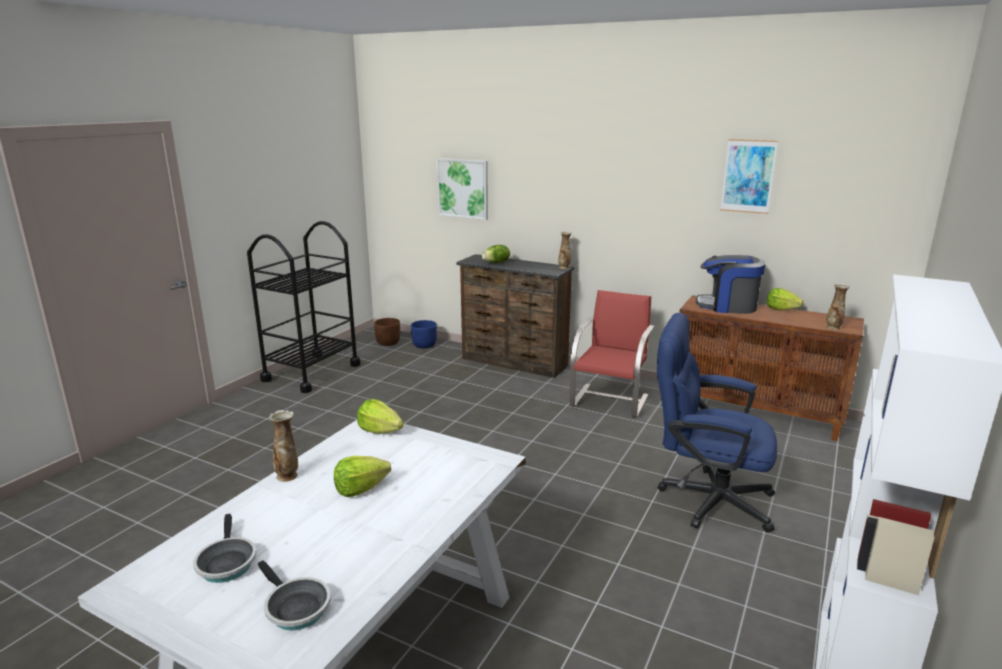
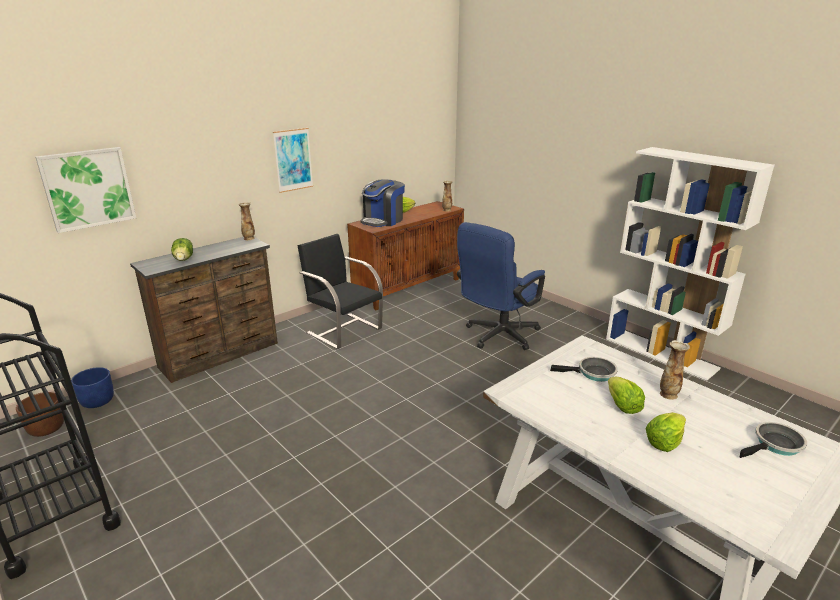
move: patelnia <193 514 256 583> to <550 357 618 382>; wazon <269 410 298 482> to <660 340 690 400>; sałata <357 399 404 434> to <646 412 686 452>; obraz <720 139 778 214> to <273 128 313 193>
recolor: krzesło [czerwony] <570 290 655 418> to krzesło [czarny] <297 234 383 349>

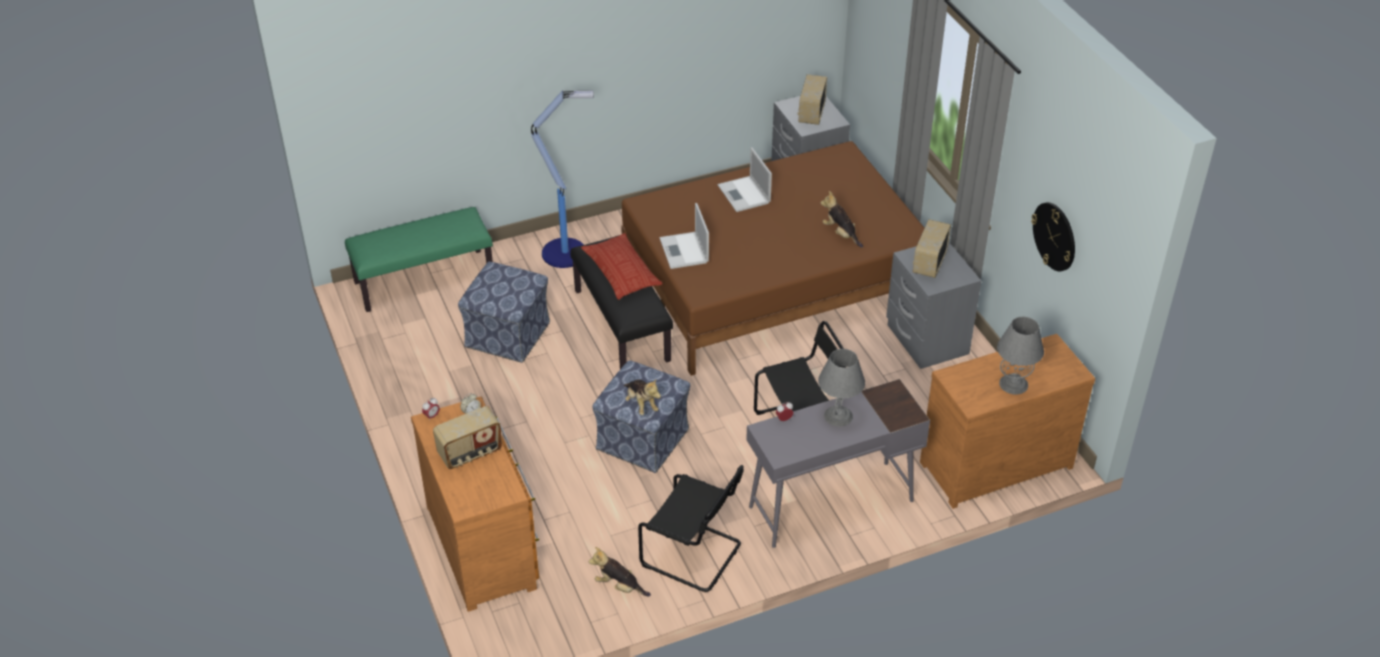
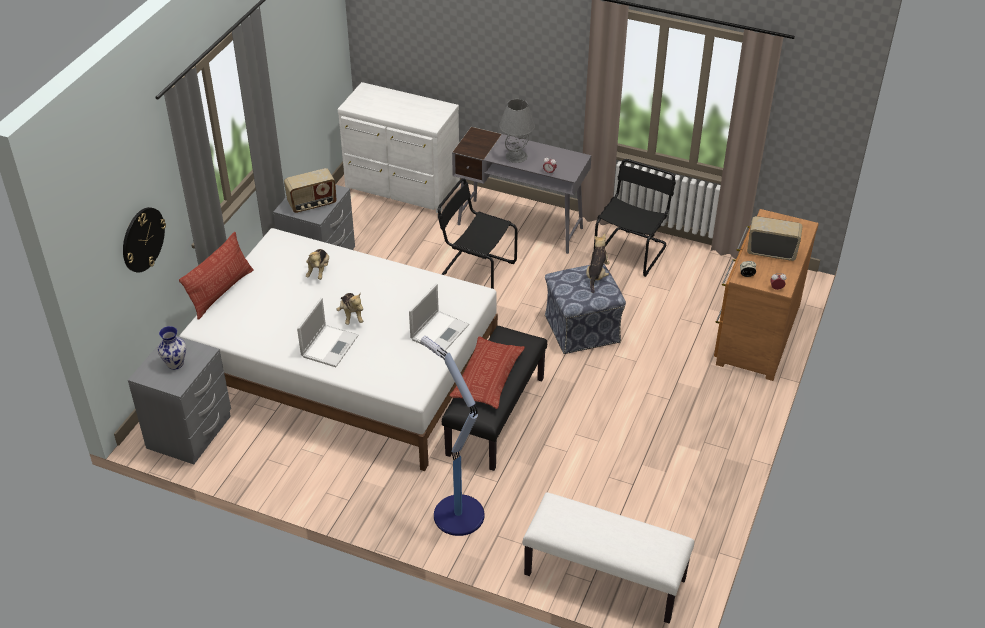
delete: pufa <458 262 550 363>; lampa stołowa [szary] <997 317 1044 395>
insert: poduszka <179 232 254 320>
move: pluszak <589 547 651 596> to <336 292 363 325>; zegar ścienny <1031 202 1075 271> to <123 207 166 273>
replace: radio <797 74 827 125> to wazon <158 326 186 370>
recolor: ławka [zielony] <345 207 493 312> to ławka [biały] <523 493 694 623>; łóżko [brązowy] <621 141 924 376> to łóżko [biały] <179 228 498 471>; komoda [brązowy] <920 334 1095 509> to komoda [biały] <338 82 460 213>
rotate: krzesło [czarny] <638 465 744 592> = <594 159 676 277> 45 degrees clockwise

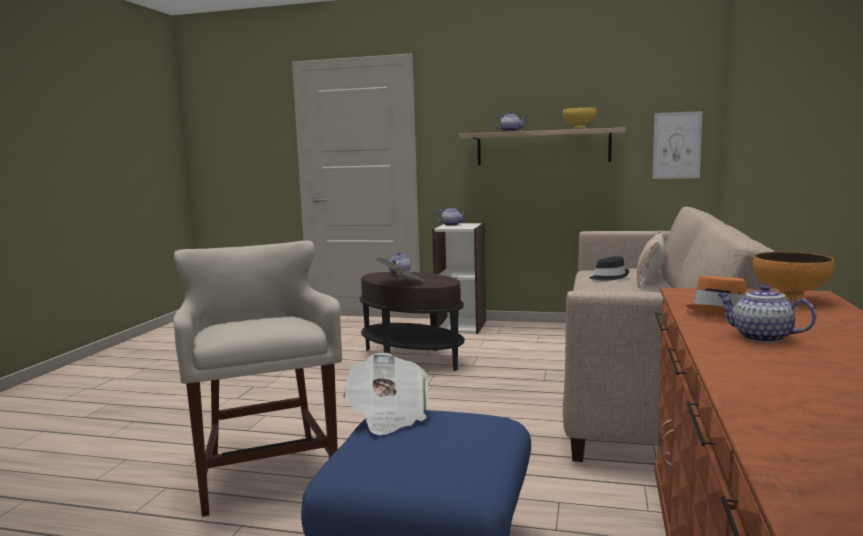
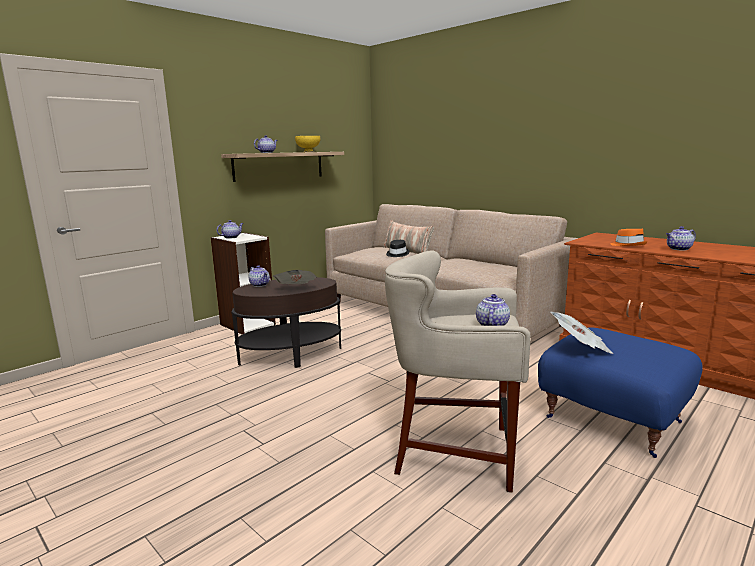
delete: obraz <653 111 702 179>; miska [pomarańczowy] <753 252 834 303>
insert: imbryk <476 294 510 326>

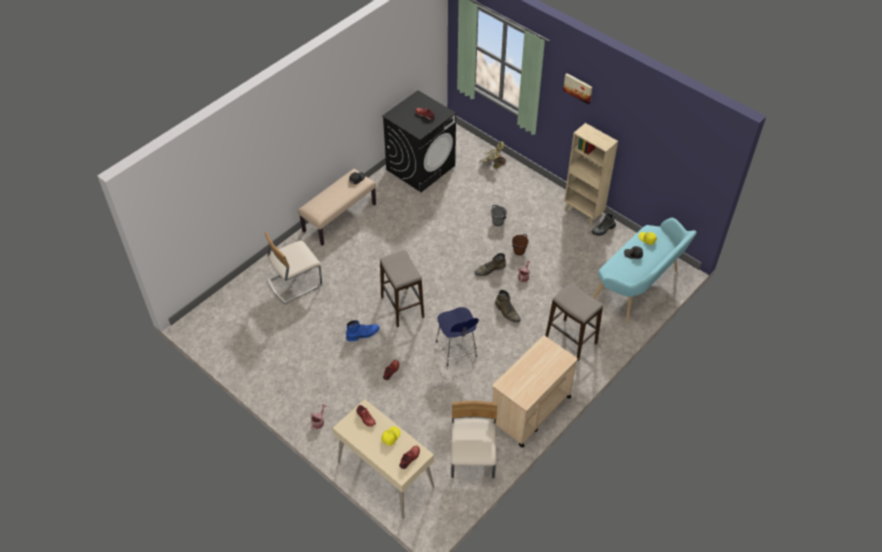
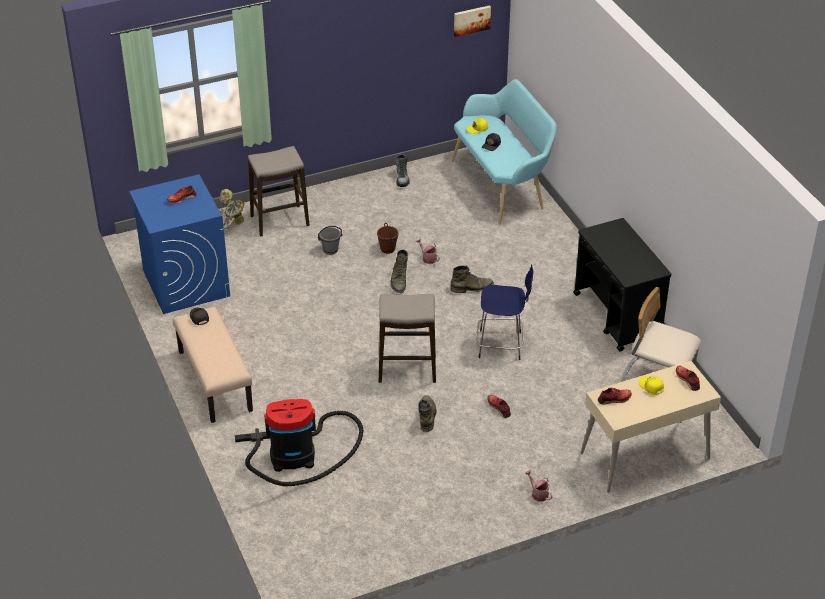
delete: regał [beżowy] <564 123 618 225>
move: stołek <545 282 603 361> to <248 146 310 237>; obraz <563 73 592 104> to <454 6 491 37>
replace: krzesło [beżowy] <264 232 322 304> to odkurzacz <235 399 363 486>
recolor: but z cholewką [niebieski] <346 320 380 341> to but z cholewką [zielony] <418 395 437 432>; pralka [czarny] <382 90 456 192> to pralka [niebieski] <129 174 230 314>; wózek [beżowy] <491 335 578 447> to wózek [czarny] <573 218 671 351>

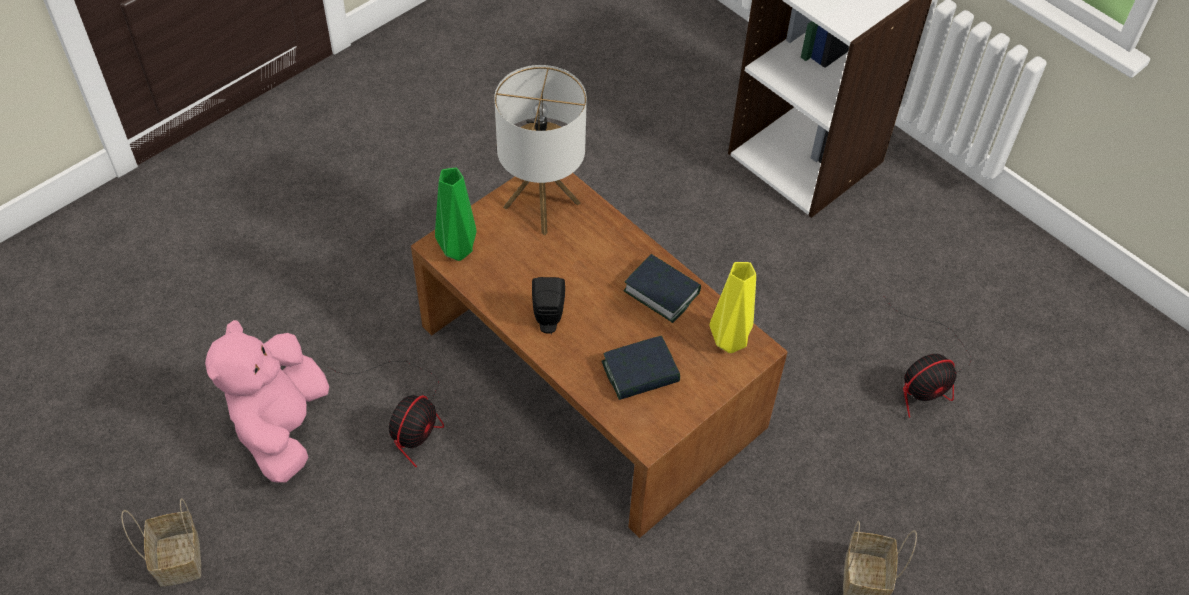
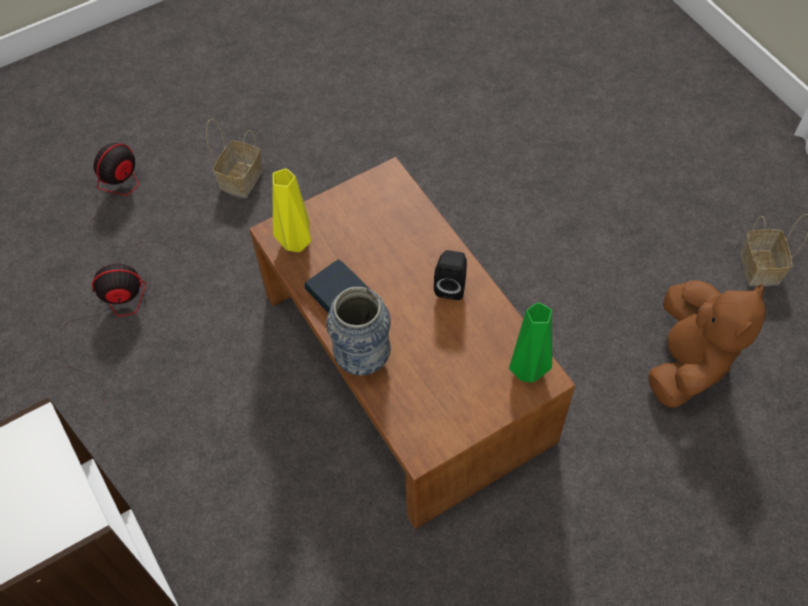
delete: lampa stołowa <494 65 587 235>; książka <601 336 680 400>
insert: wazon <326 287 391 375>
move: wentylator <327 361 444 467> to <89 143 174 250>
recolor: pluszak [różowy] <205 320 329 483> to pluszak [brązowy] <648 280 766 407>

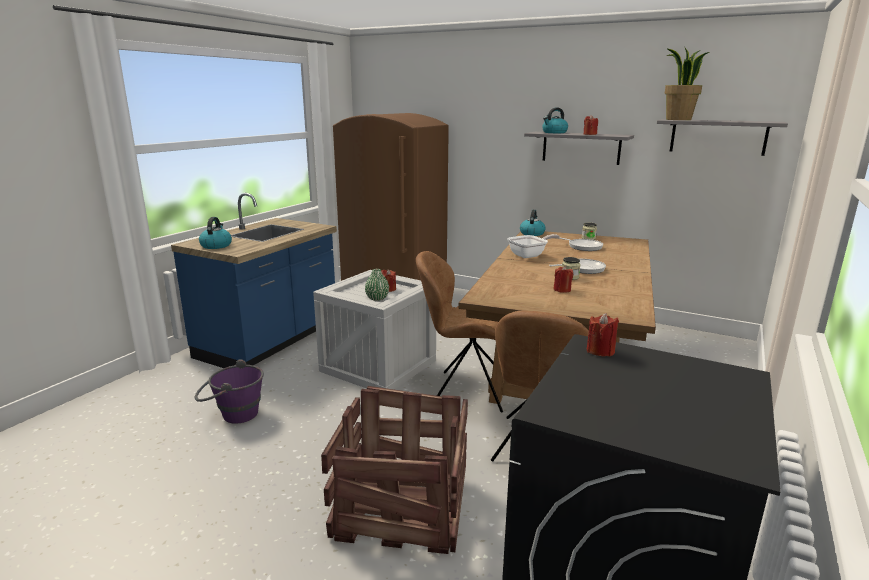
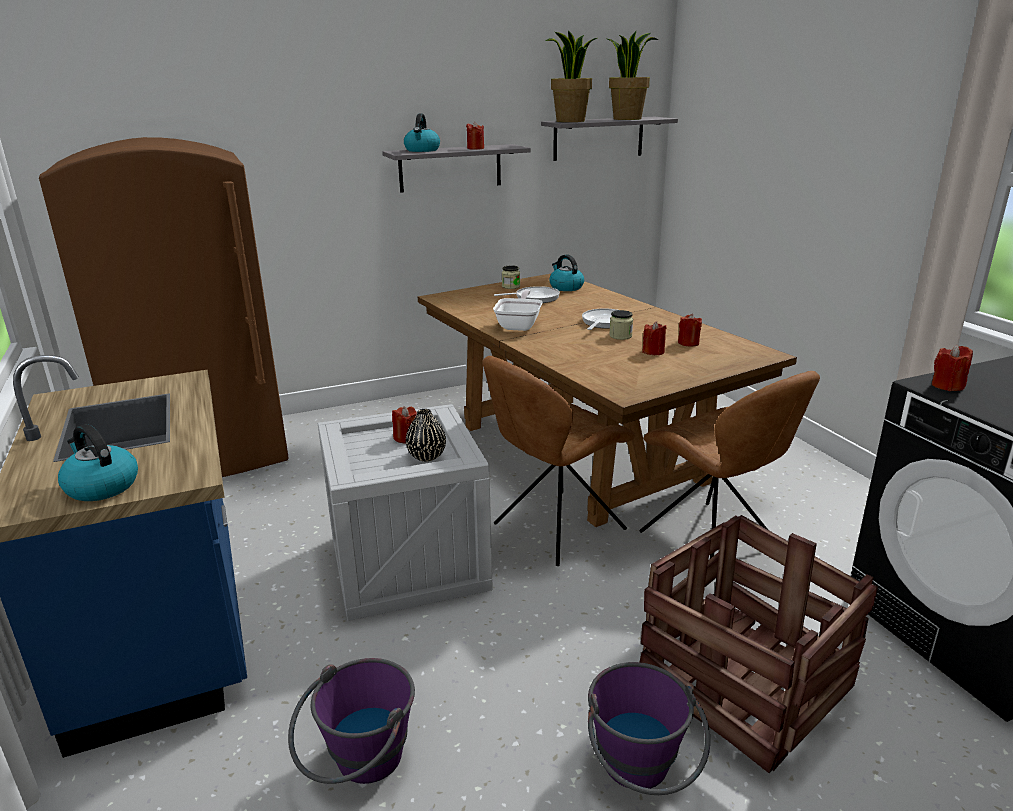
insert: wiadro [fioletowy] <588 662 710 795>; roślina doniczkowa <608 31 658 120>; świeca [czerwony] <678 314 702 347>
move: czajnik <520 210 546 236> to <550 254 584 291>
recolor: wazon [zielony] <365 269 389 301> to wazon [czarny] <406 409 446 461>

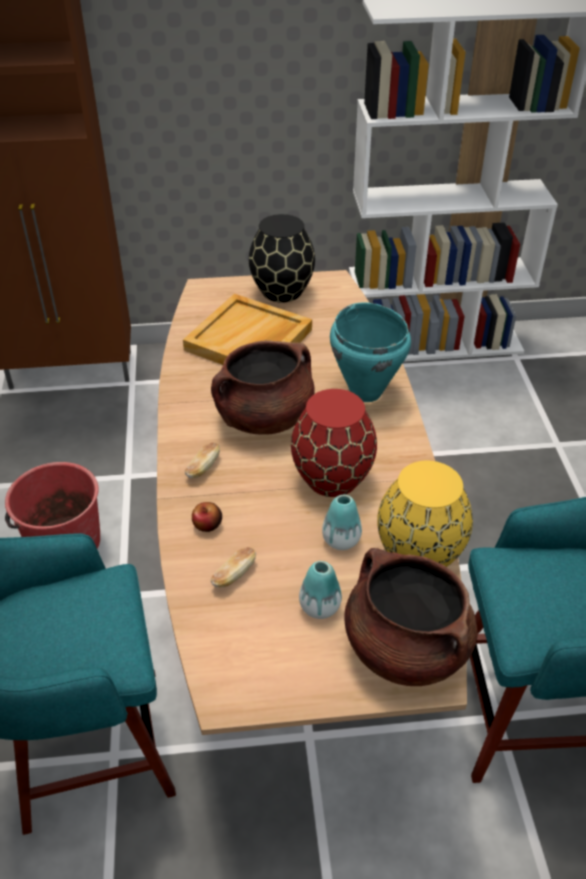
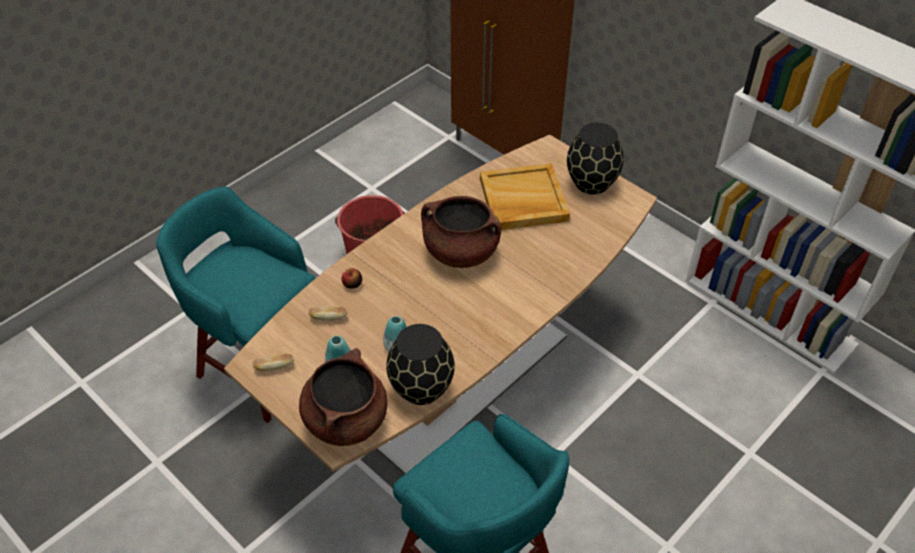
delete: wazon [czerwony] <291 389 377 497>; garnek [turkusowy] <330 302 411 402>
move: chleb <185 443 220 478> to <252 353 294 371>
recolor: wazon [żółty] <377 461 473 567> to wazon [czarny] <386 324 455 405>

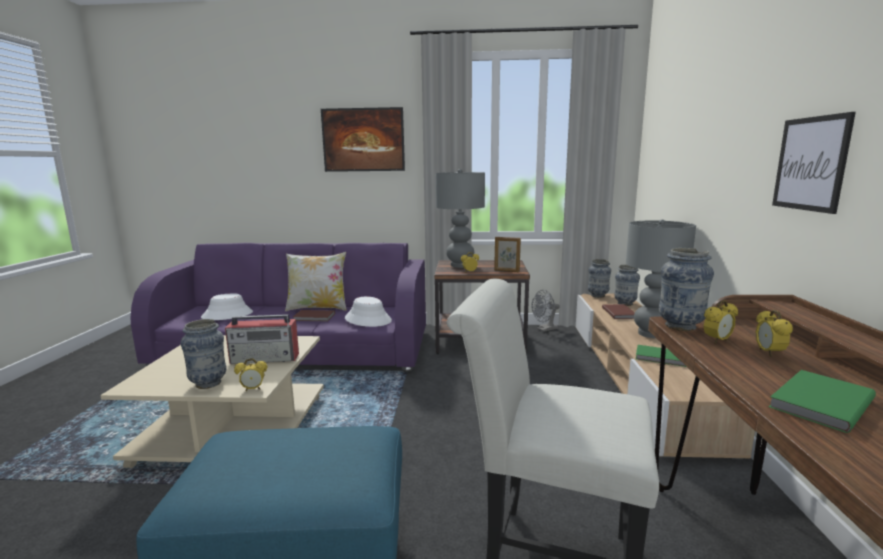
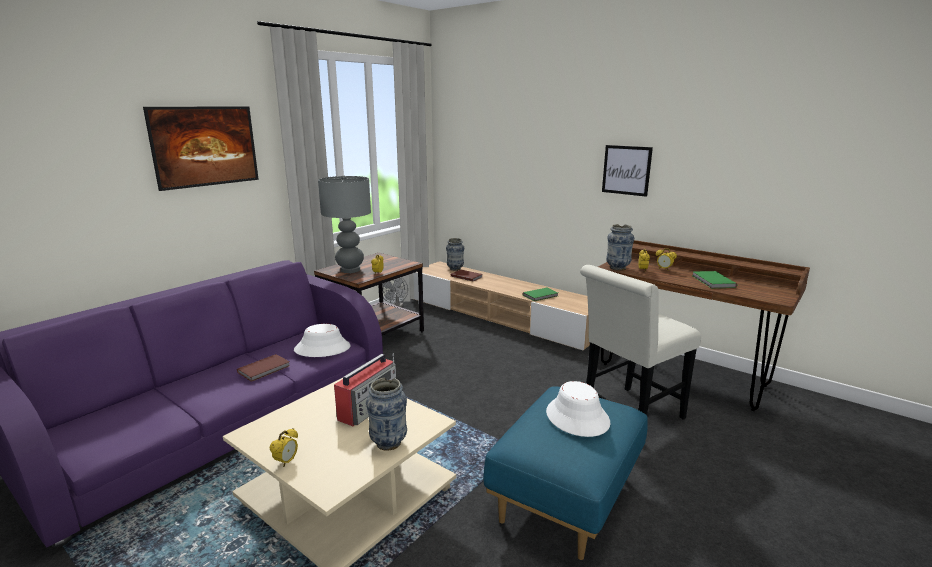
delete: poduszka <285 252 346 311>; ramka na zdjęcie <494 237 521 272>; wazon <588 259 611 298>; lampa stołowa [szary] <626 219 696 338>
move: kapelusz [biały] <201 293 253 320> to <546 381 610 437>; budzik <234 358 268 391> to <270 428 298 467>

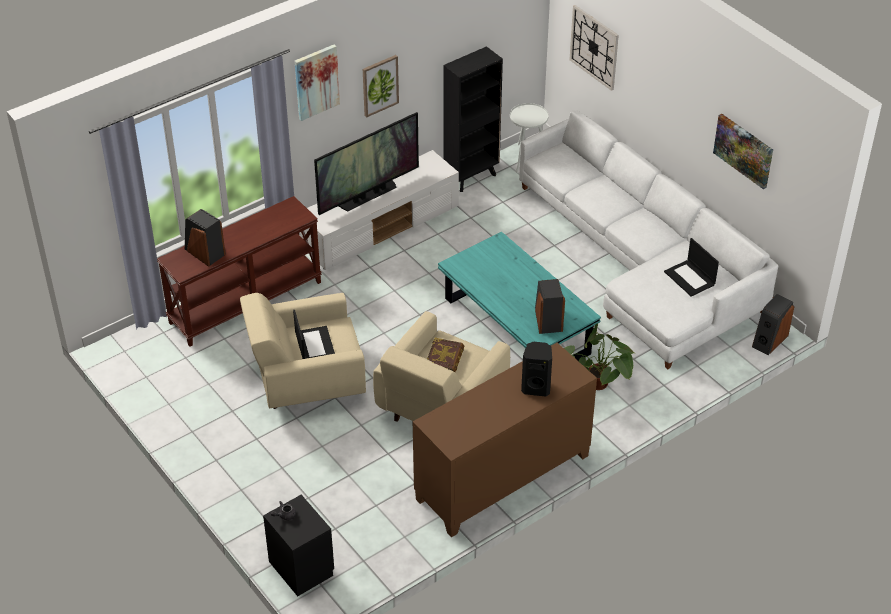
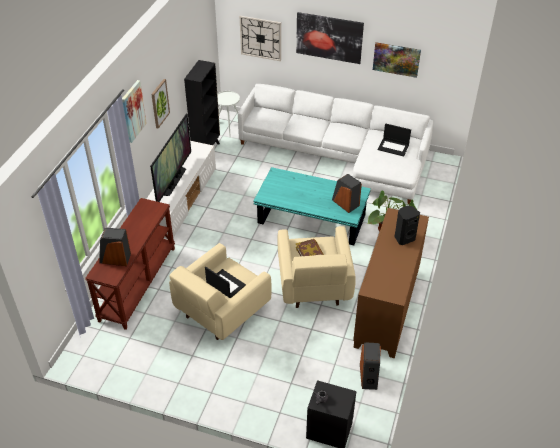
insert: obraz <296 12 364 64>
move: głośnik <752 294 794 355> to <360 342 381 390>

